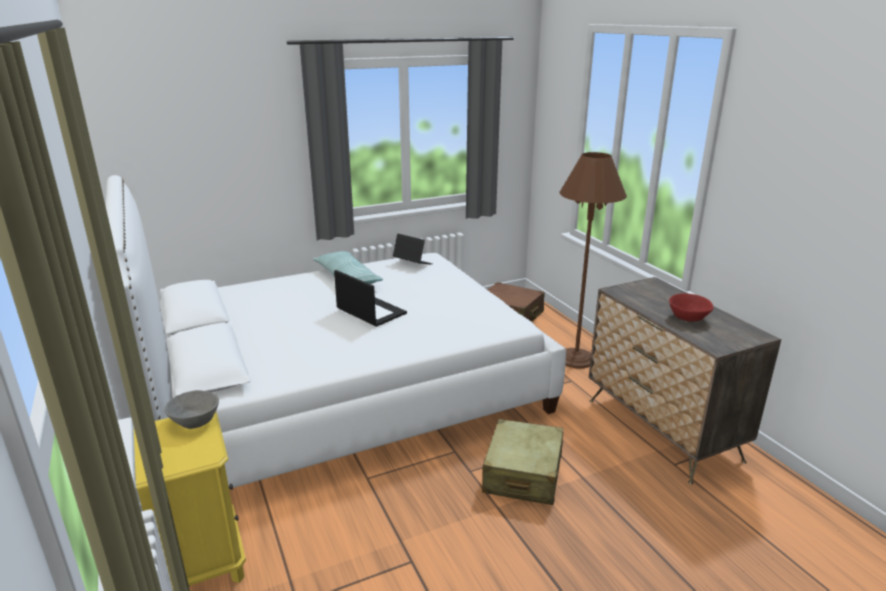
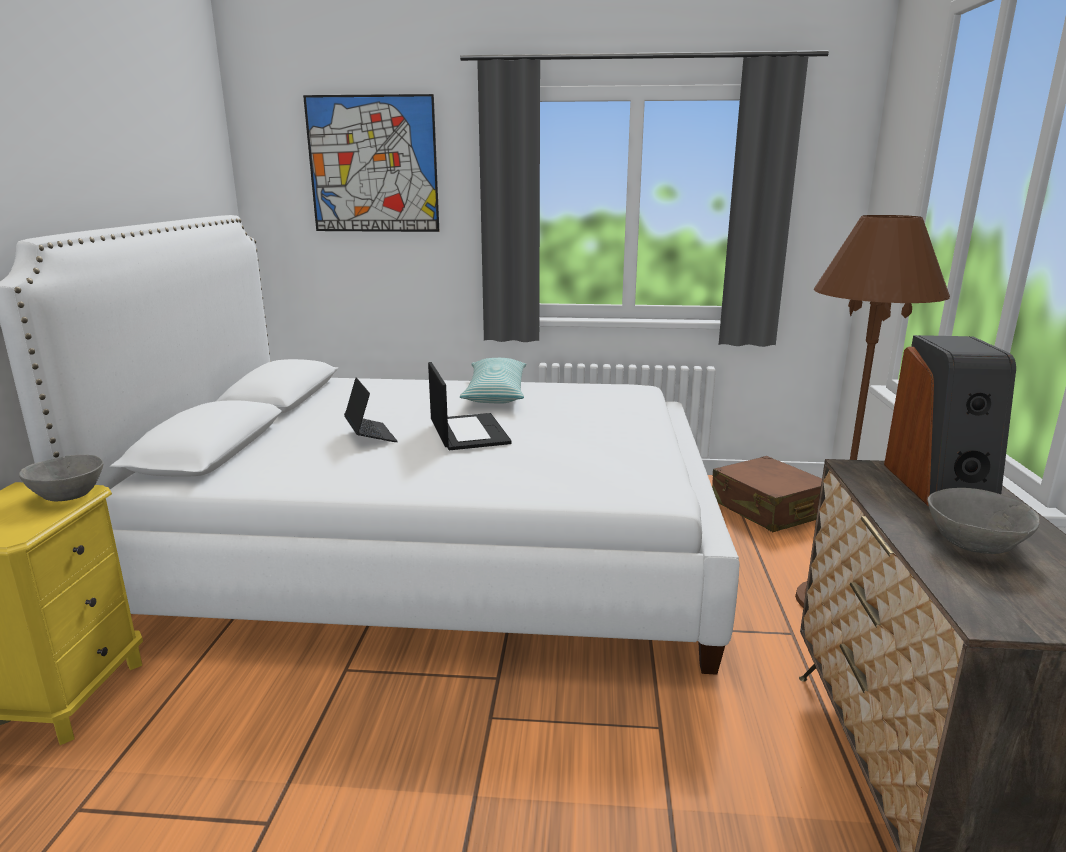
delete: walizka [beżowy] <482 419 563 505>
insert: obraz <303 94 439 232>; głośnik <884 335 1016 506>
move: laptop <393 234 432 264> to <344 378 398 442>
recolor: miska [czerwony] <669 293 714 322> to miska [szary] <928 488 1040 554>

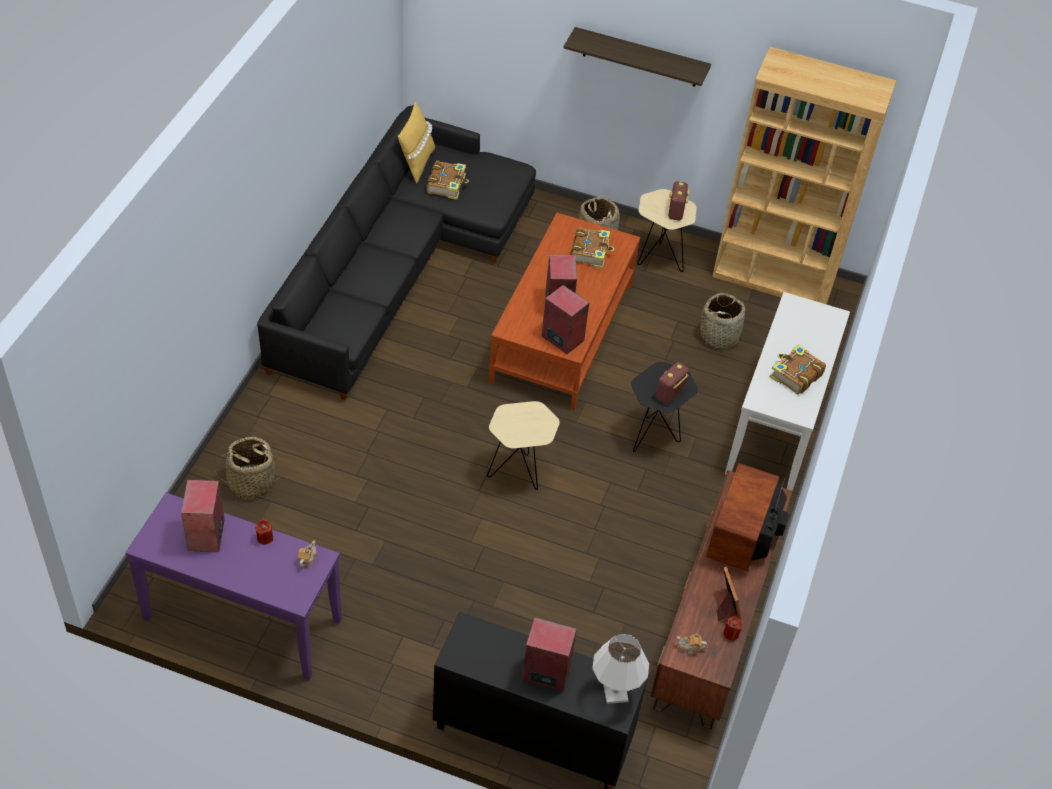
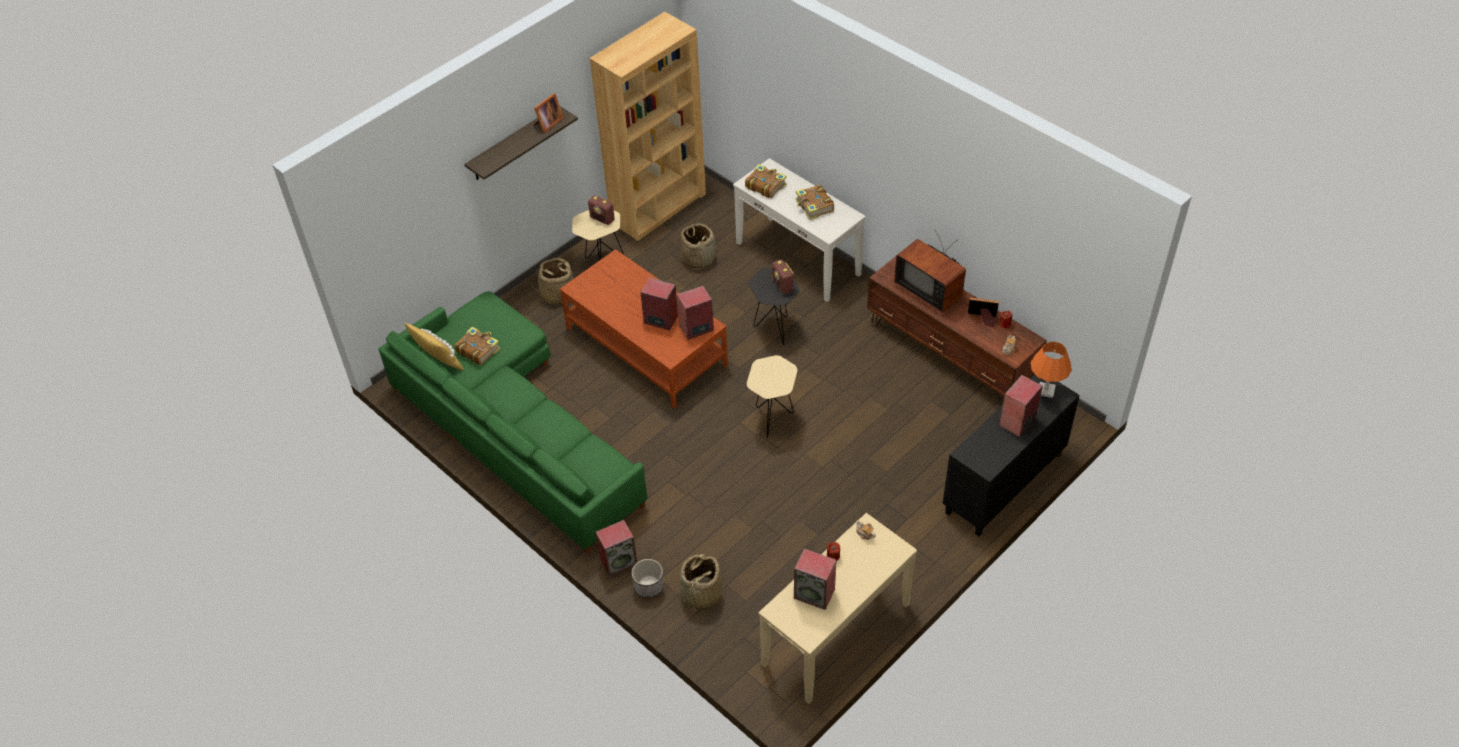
insert: ramka na zdjęcie <534 93 564 133>; głośnik <595 520 637 577>; donica <632 559 664 598>
move: książka <571 227 614 269> to <745 164 787 198>
recolor: stolik konsolowy [fioletowy] <125 493 342 681> to stolik konsolowy [beżowy] <758 513 917 704>; kanapa [czarny] <257 105 536 400> to kanapa [zielony] <378 291 648 554>; lampa stołowa [biały] <592 634 649 704> to lampa stołowa [pomarańczowy] <1030 342 1072 398>

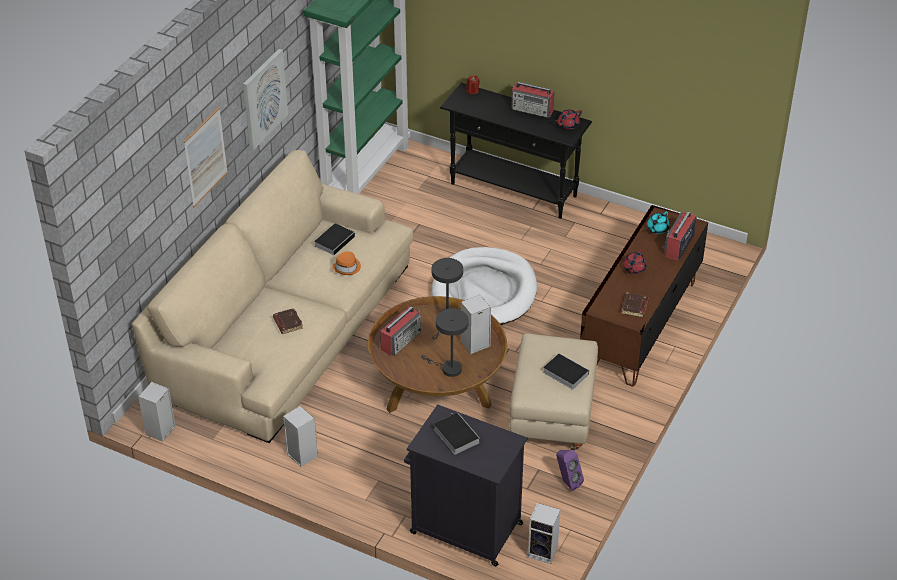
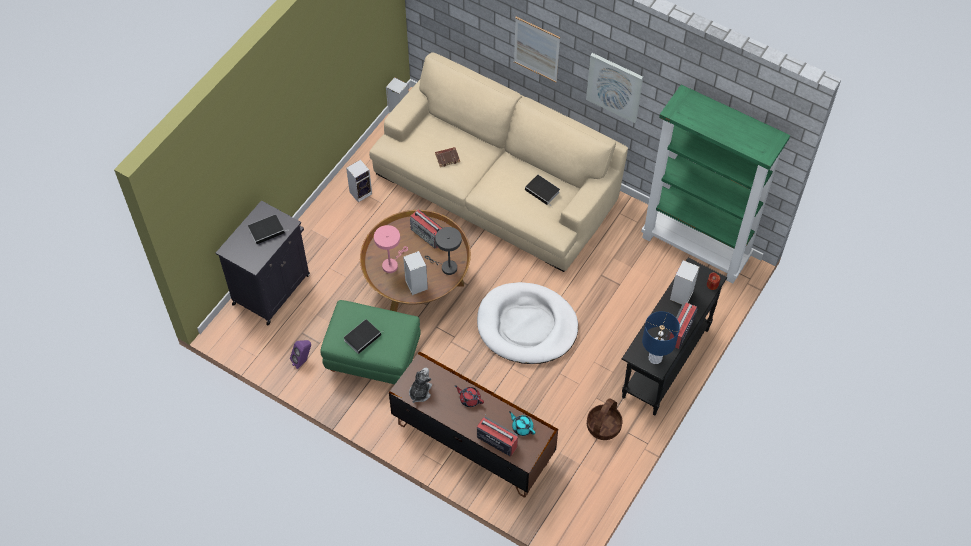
delete: kapelusz [pomarańczowy] <332 251 361 275>
insert: koszyk <587 399 622 440>
move: głośnik <528 503 561 564> to <670 260 699 305>
replace: imbryk [czerwony] <555 110 582 129> to lampa stołowa [niebieski] <642 311 680 364>; książka [brązowy] <621 292 649 317> to pluszak <409 367 432 403>
recolor: lampa stołowa [szary] <421 308 468 377> to lampa stołowa [różowy] <374 225 408 273>; pufa [beżowy] <509 333 598 451> to pufa [zielony] <320 300 421 384>

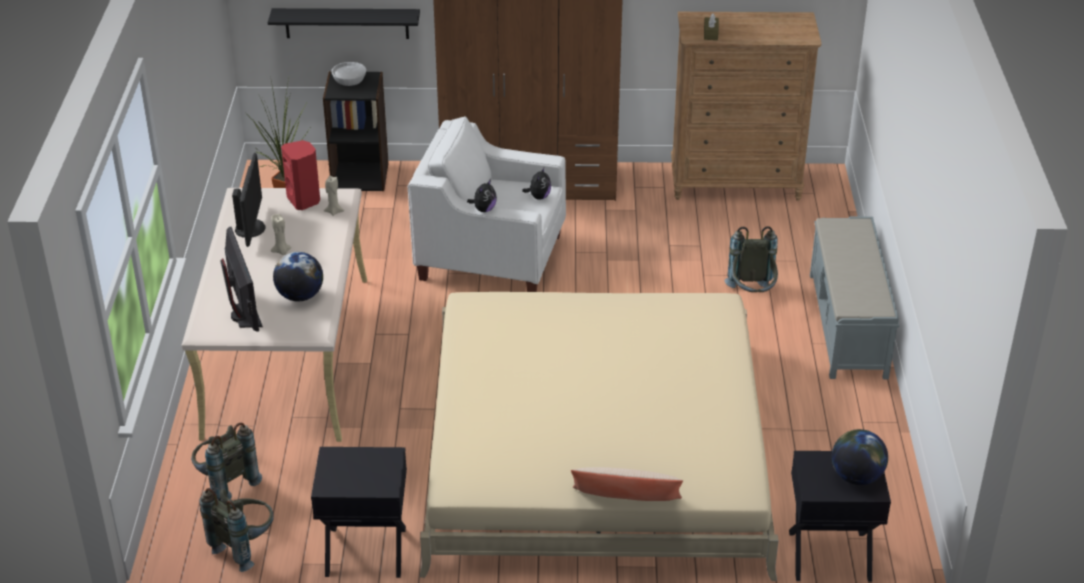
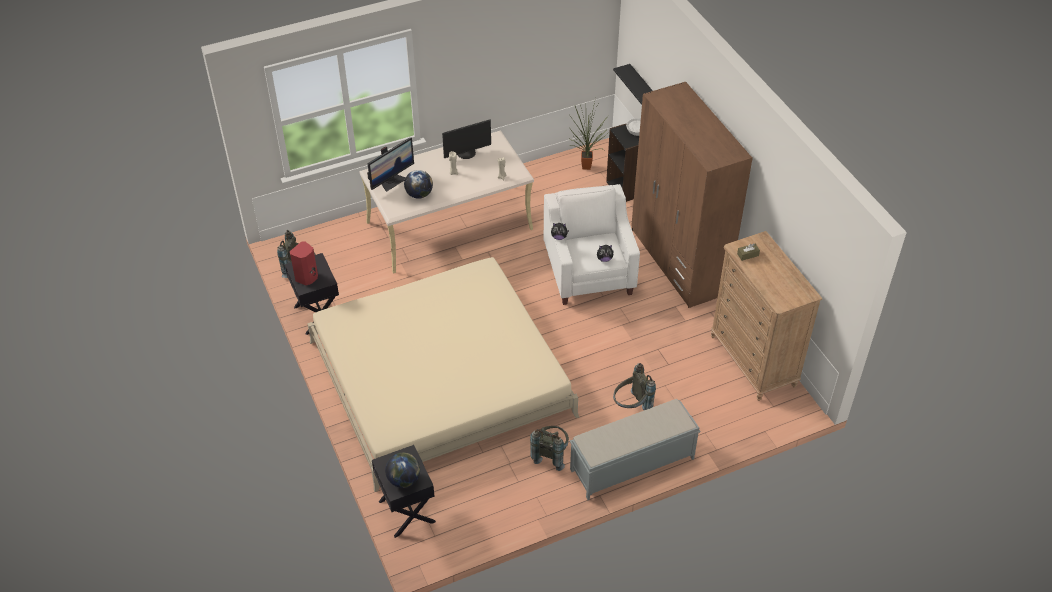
delete: poduszka [beżowy] <571 467 683 501>
move: plecak [szary] <191 423 262 501> to <530 426 569 471>; głośnik [czerwony] <281 140 320 210> to <290 241 318 285>

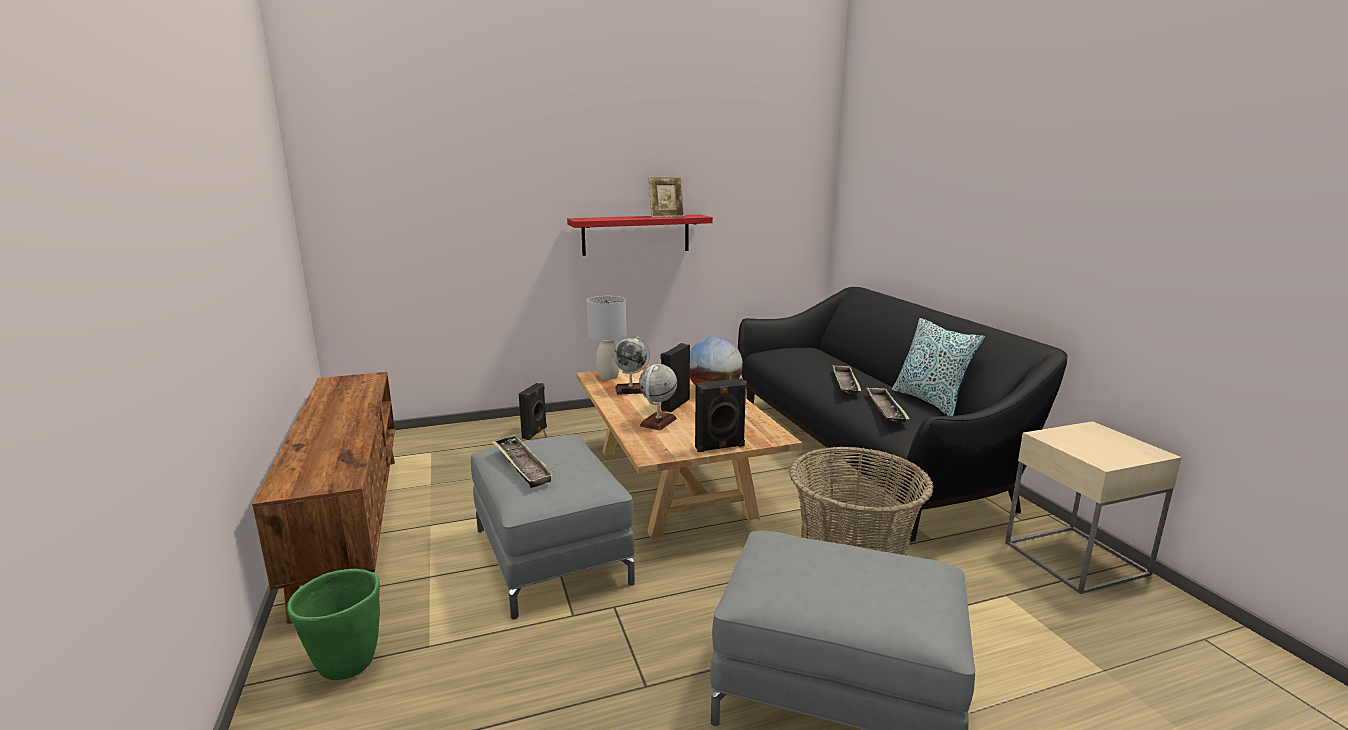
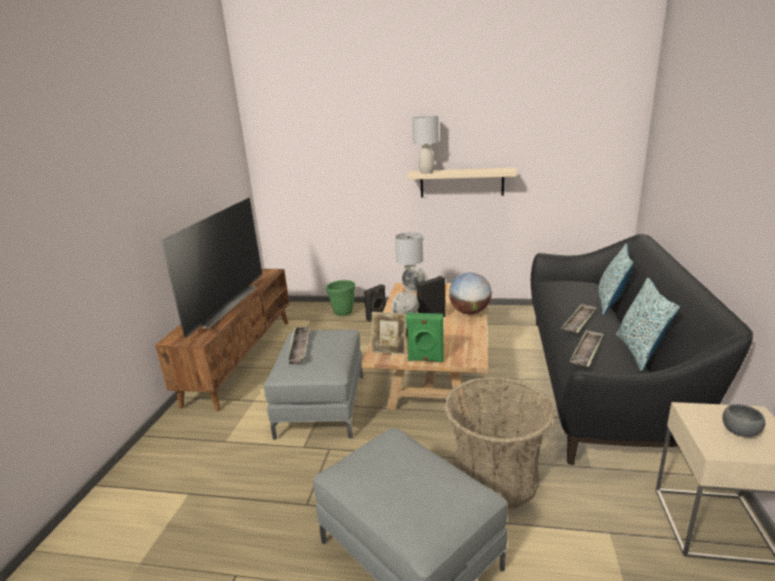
insert: telewizor <161 198 262 338>; lampa stołowa [szary] <412 116 439 174>; poduszka <598 244 633 315>; miska [szary] <722 404 765 437>
move: donica [zielony] <287 569 380 680> to <326 280 355 316>; ramka na zdjęcie <648 177 685 218> to <371 312 406 355>
recolor: półka [czerwony] <567 214 713 256> to półka [beżowy] <407 168 517 198>; głośnik [czarny] <695 378 747 452> to głośnik [zielony] <406 313 444 362>

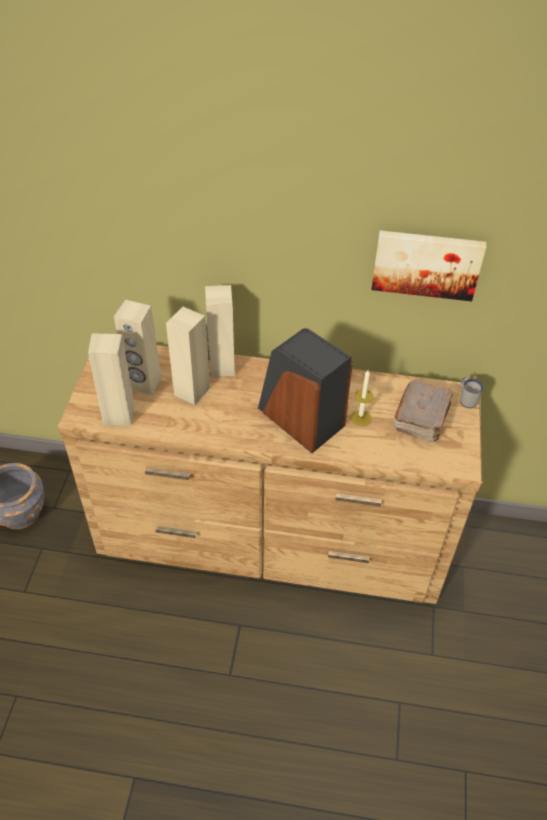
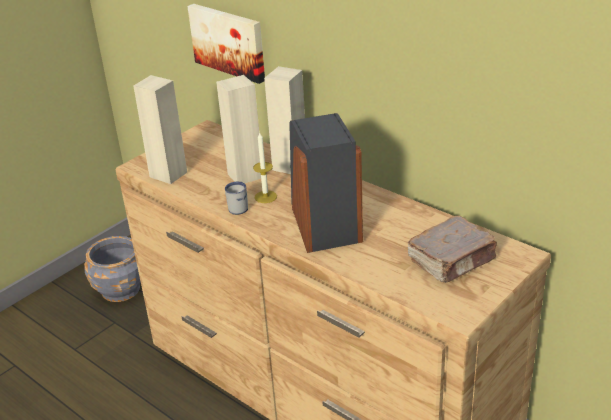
delete: głośnik [beżowy] <114 300 162 395>
move: świeca <350 370 374 426> to <253 133 277 203>; obraz <371 231 486 301> to <187 4 265 84>; kubek [biały] <460 377 484 408> to <225 182 248 215>

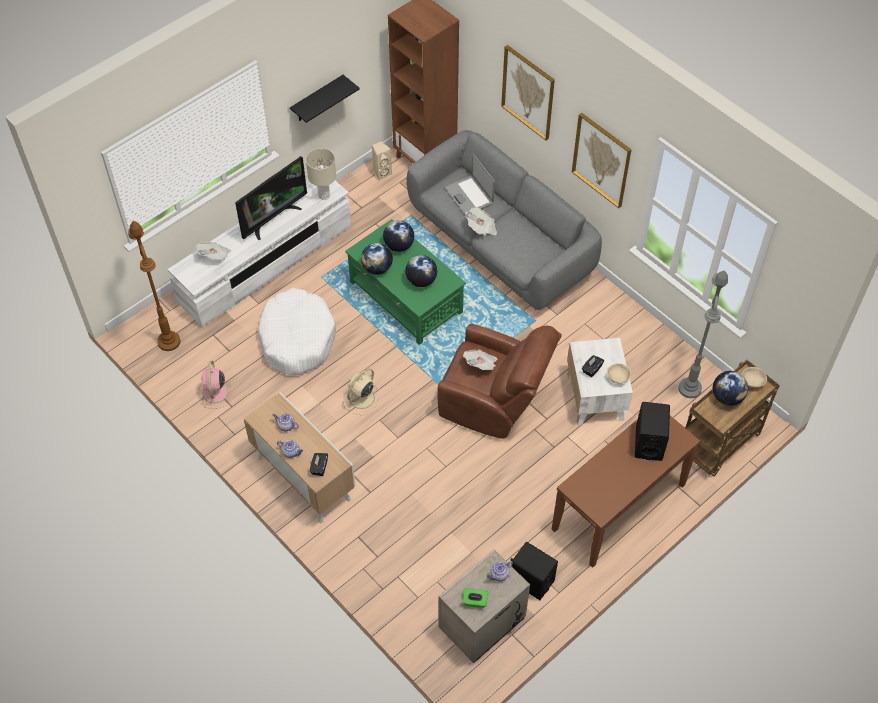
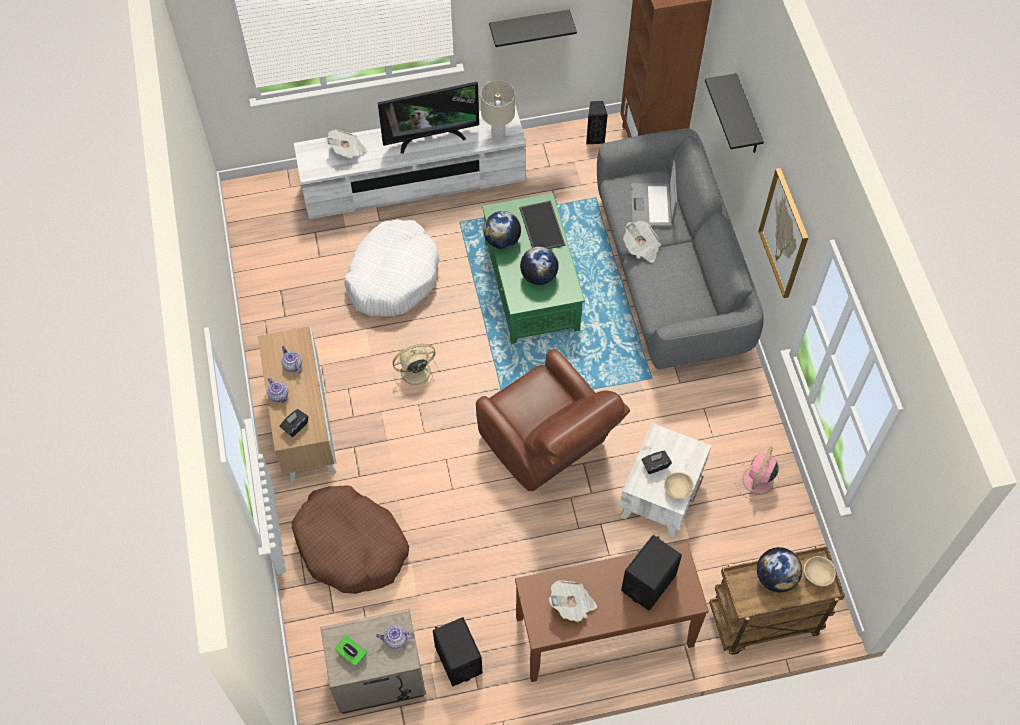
delete: lampa stojąca [brązowy] <128 221 180 351>; lampa stojąca [szary] <678 271 728 398>
insert: legowisko [brązowy] <292 485 409 594>
move: wentylator [różowy] <197 361 234 409> to <735 446 780 503>; gazeta <463 349 498 370> to <549 580 597 622>
replace: globus <383 220 414 252> to taca <519 200 565 249>; obraz <501 45 555 140> to półka [czarny] <705 73 764 153>
recolor: głośnik [beżowy] <372 141 392 181> to głośnik [czarny] <586 101 608 144>

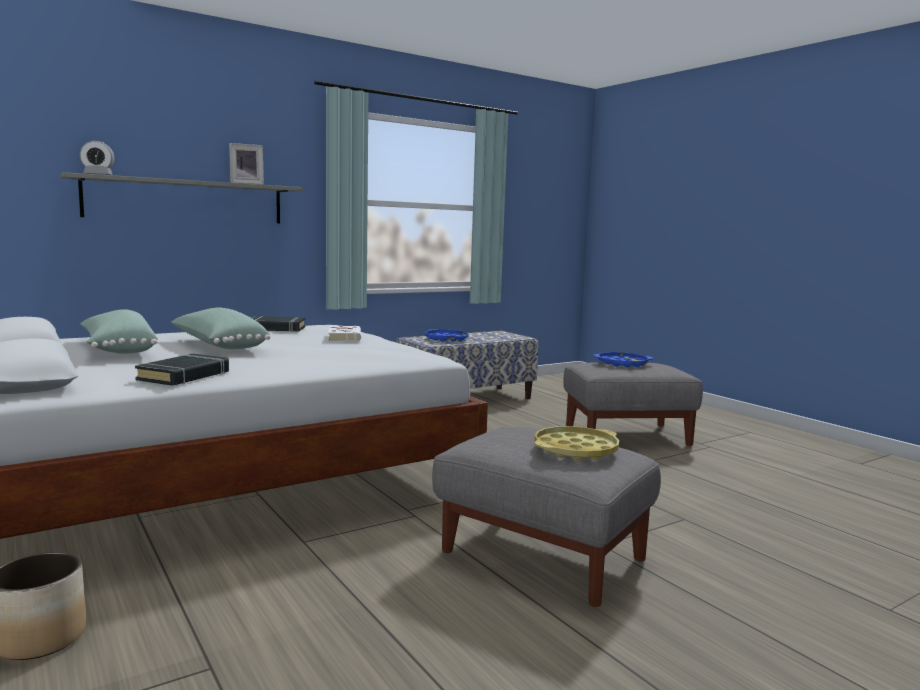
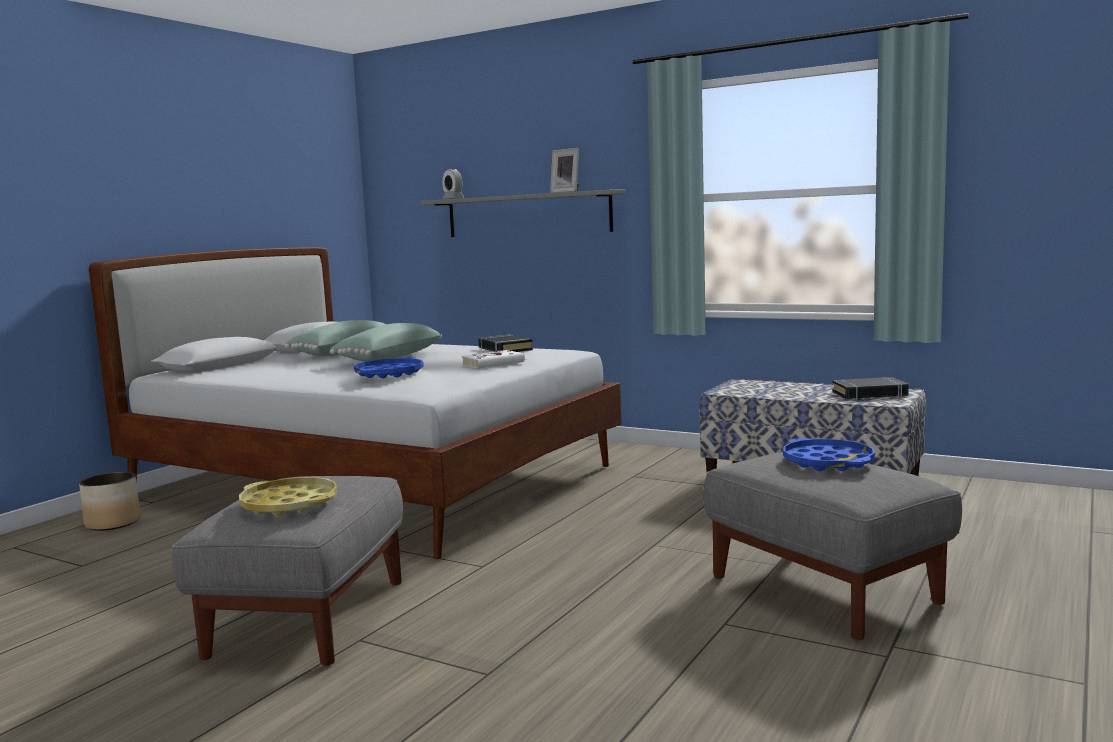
move: książka [czarny] <135 354 229 386> to <832 377 909 399>; taca [niebieski] <425 329 468 342> to <354 357 424 378>

